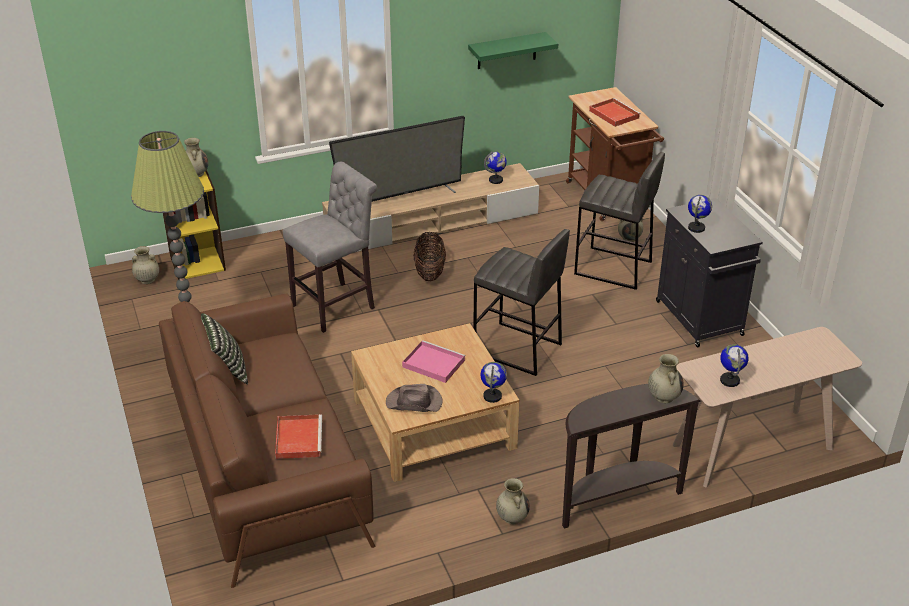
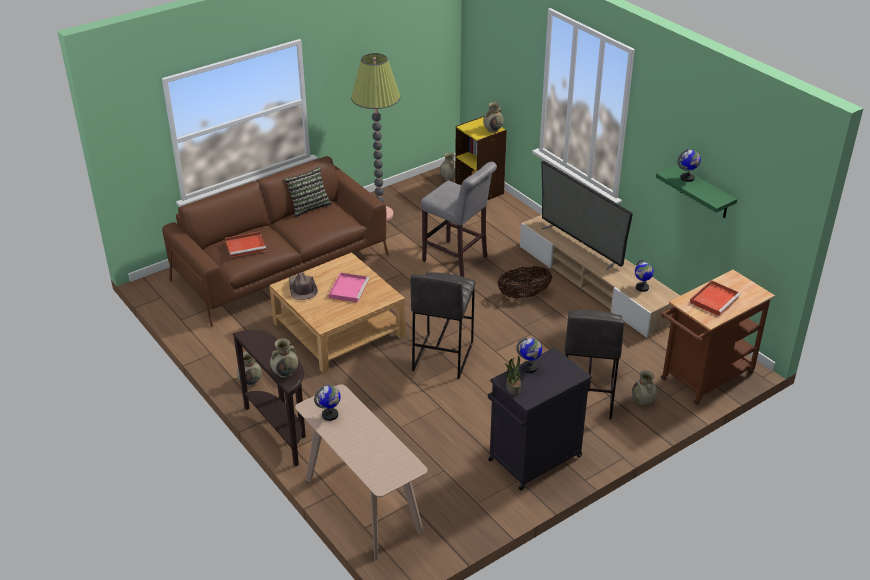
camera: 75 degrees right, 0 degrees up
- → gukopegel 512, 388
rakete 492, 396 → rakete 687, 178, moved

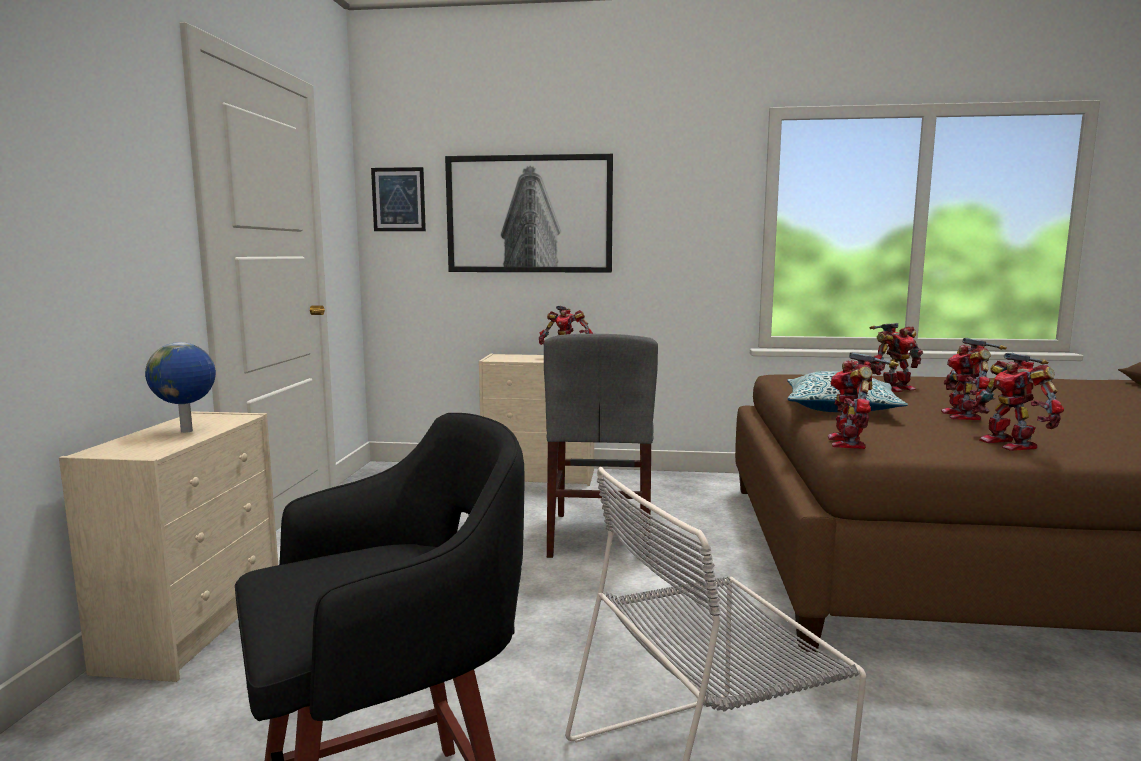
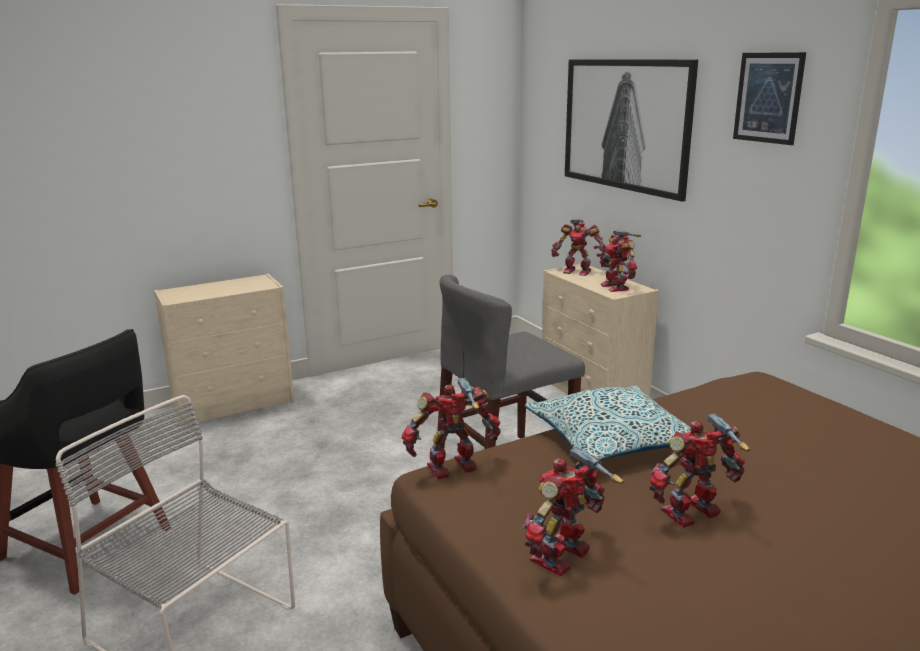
camera: 55 degrees right, 10 degrees up
rakete 187, 431 → -
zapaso 398, 199 → zapaso 768, 98, moved
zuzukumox 894, 388 → zuzukumox 577, 271, moved

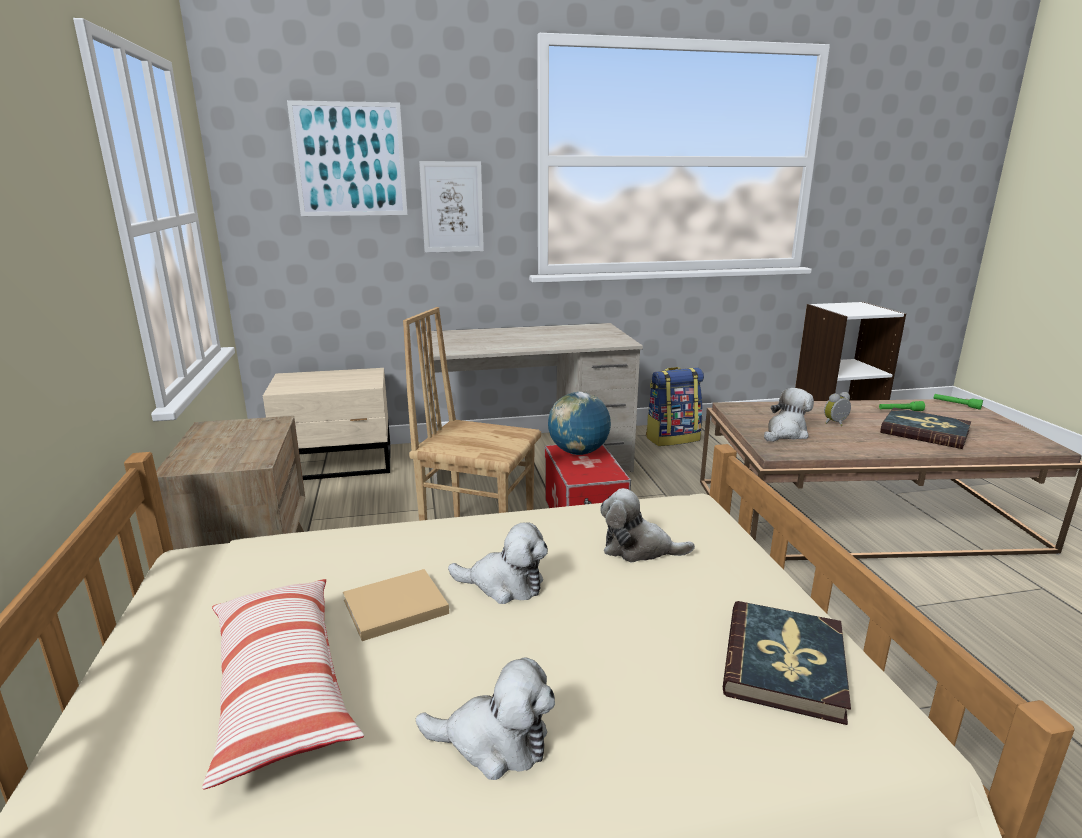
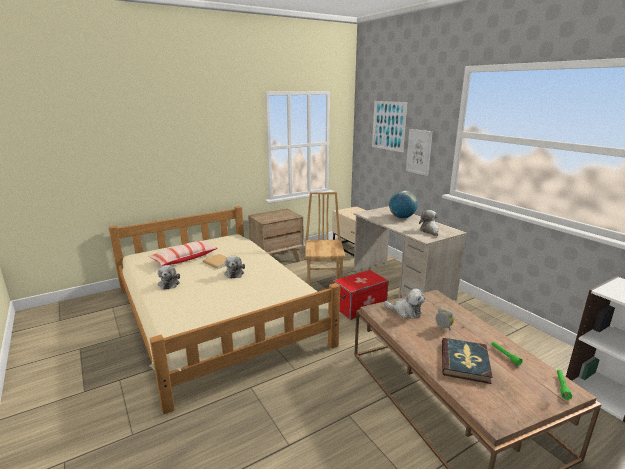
camera: 70 degrees right, 0 degrees up
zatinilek 672, 438 → -
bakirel 785, 664 → -
rakete 578, 452 → rakete 402, 217, moved
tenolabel 638, 549 → tenolabel 429, 231, moved

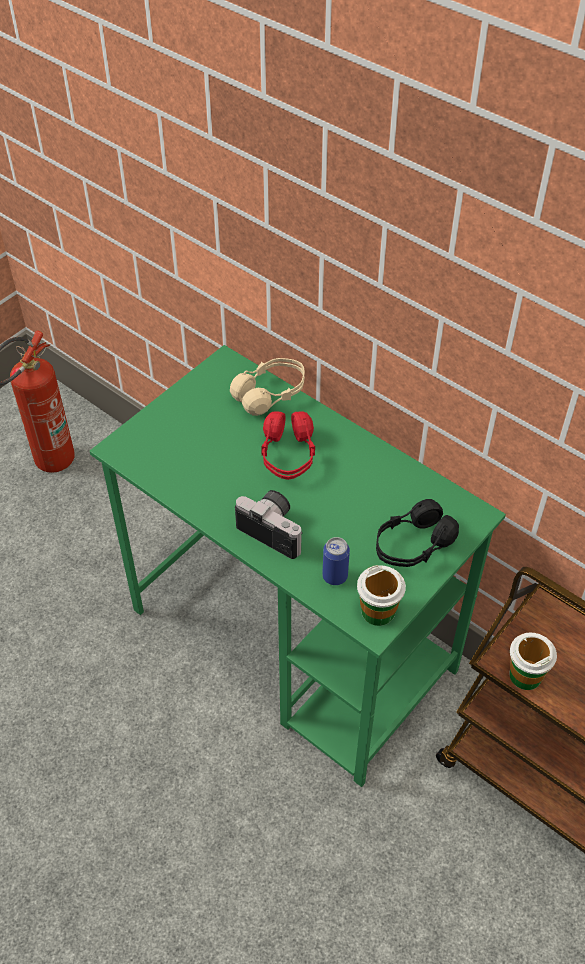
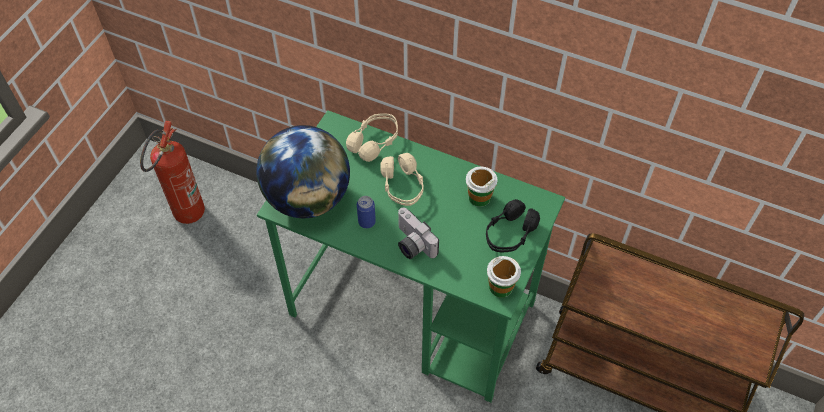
camera: 15 degrees left, 5 degrees up
- → rakete 308, 198
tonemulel 335, 576 → tonemulel 367, 222, moved
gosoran 525, 675 → gosoran 479, 197, moved
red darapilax 288, 455 → beige darapilax 402, 186
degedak 275, 529 → degedak 411, 244, 150 degrees counterclockwise

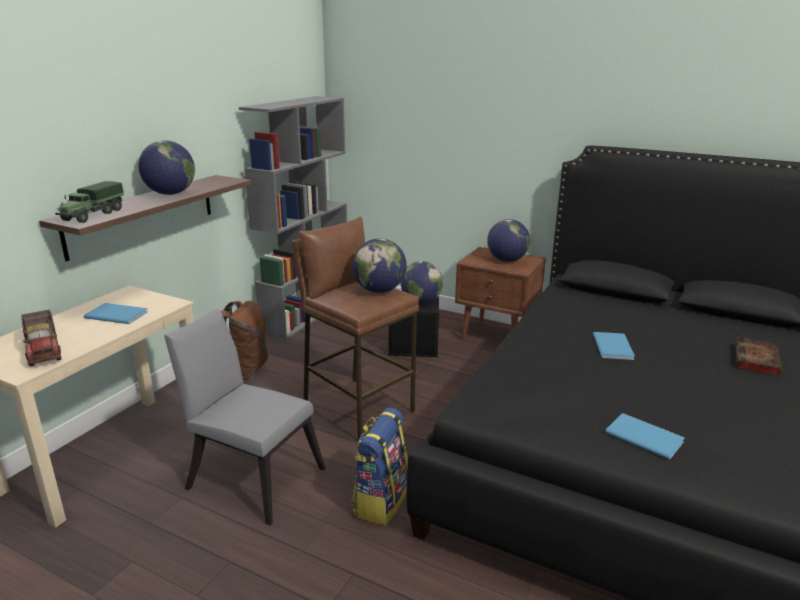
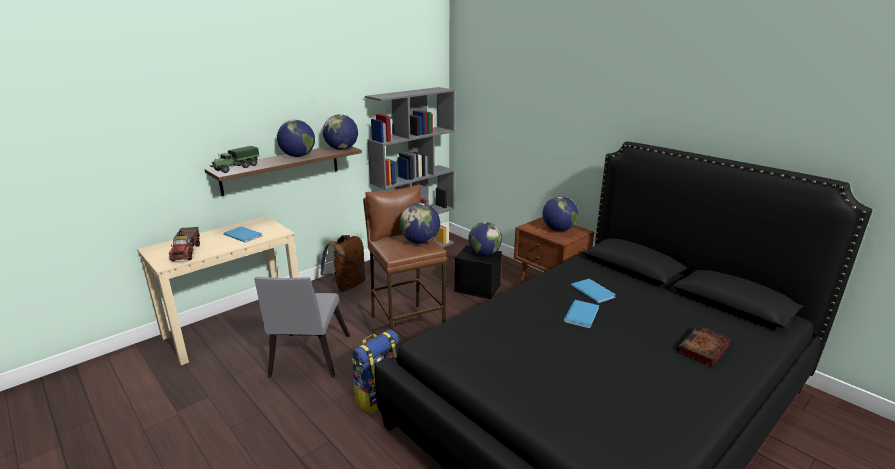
camera: 20 degrees right, 0 degrees up
- → rakete 342, 149
blue bakirel 643, 436 → blue bakirel 593, 291, moved
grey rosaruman 251, 475 → grey rosaruman 308, 359, 135 degrees counterclockwise

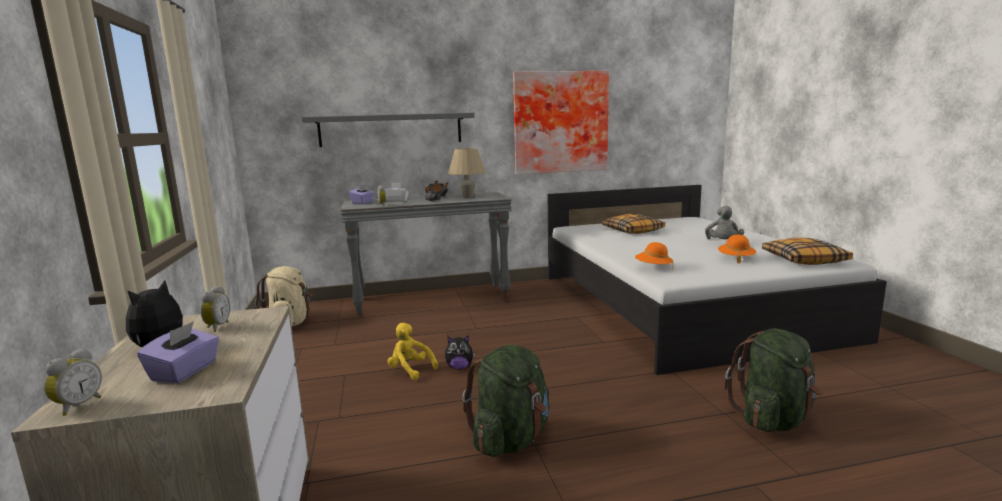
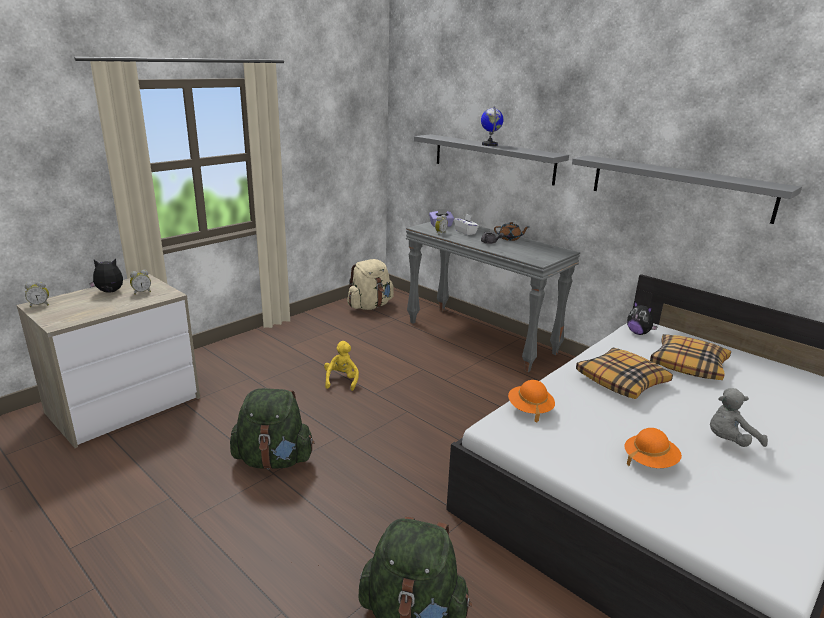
camera: 55 degrees right, 10 degrees up
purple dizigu 185, 371 → -
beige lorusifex 468, 196 → -
- → rakete 489, 145
tenolabel 459, 367 → tenolabel 638, 333, moved
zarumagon 804, 260 → zarumagon 622, 381, moved
zapaso 560, 122 → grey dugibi 679, 187

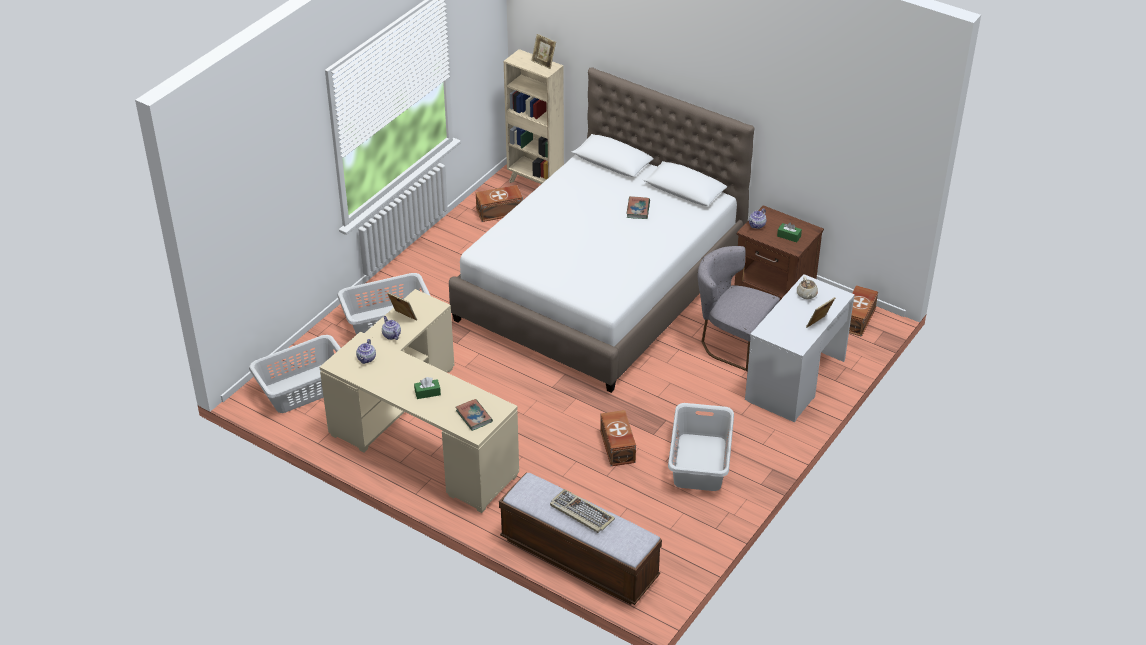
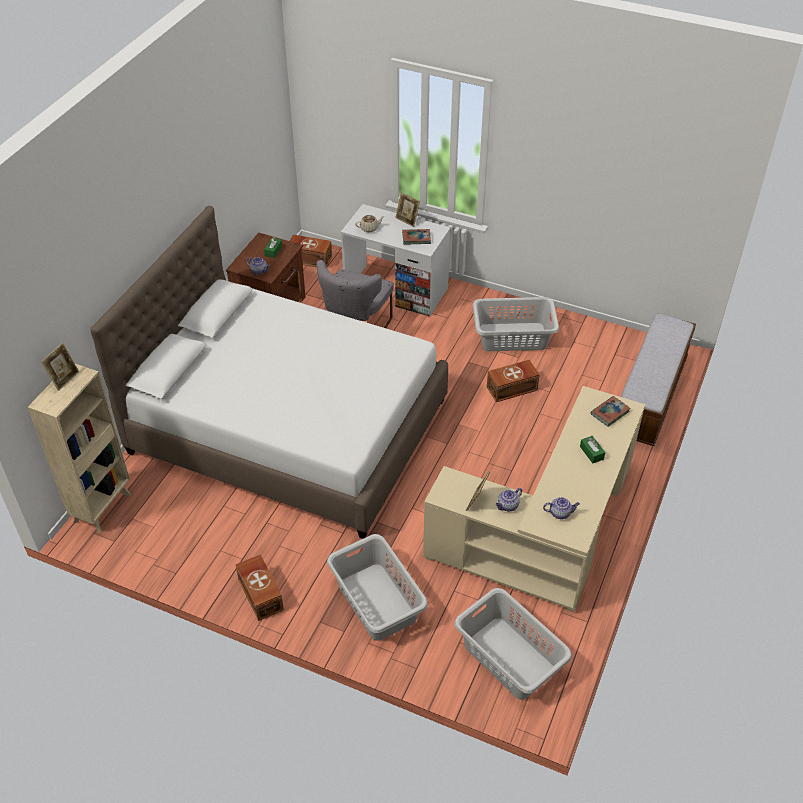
camera: 100 degrees left, 5 degrees up
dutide 580, 513 → -
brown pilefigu 500, 212 → brown pilefigu 261, 593, moved
bakirel 638, 209 → bakirel 416, 238, moved

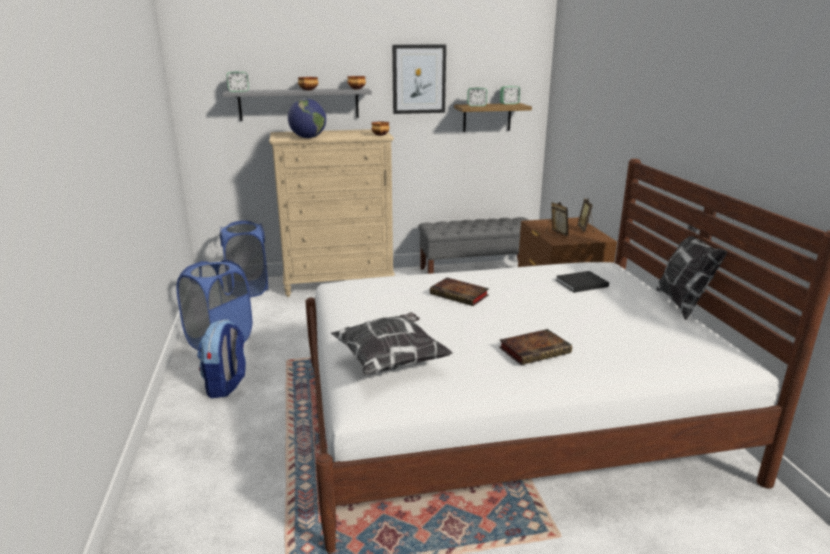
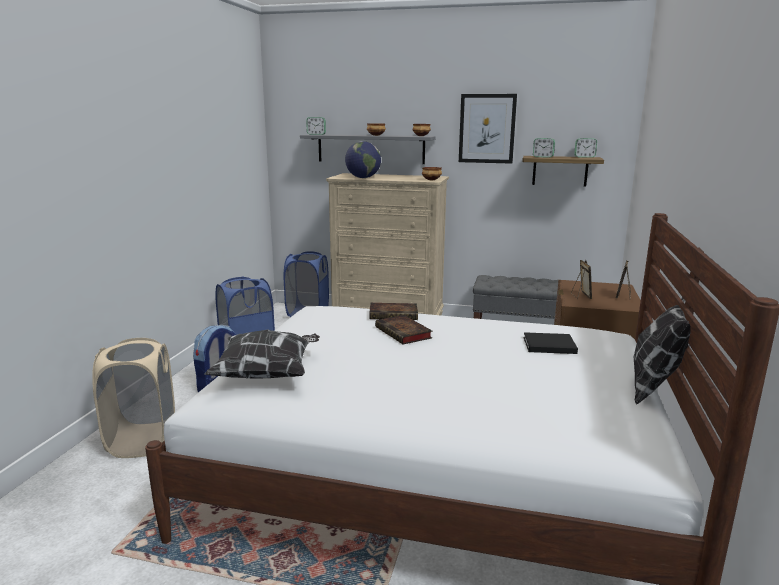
camera: 25 degrees right, 5 degrees down
- → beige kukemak 143, 440
bakirel 535, 350 → bakirel 394, 315, moved

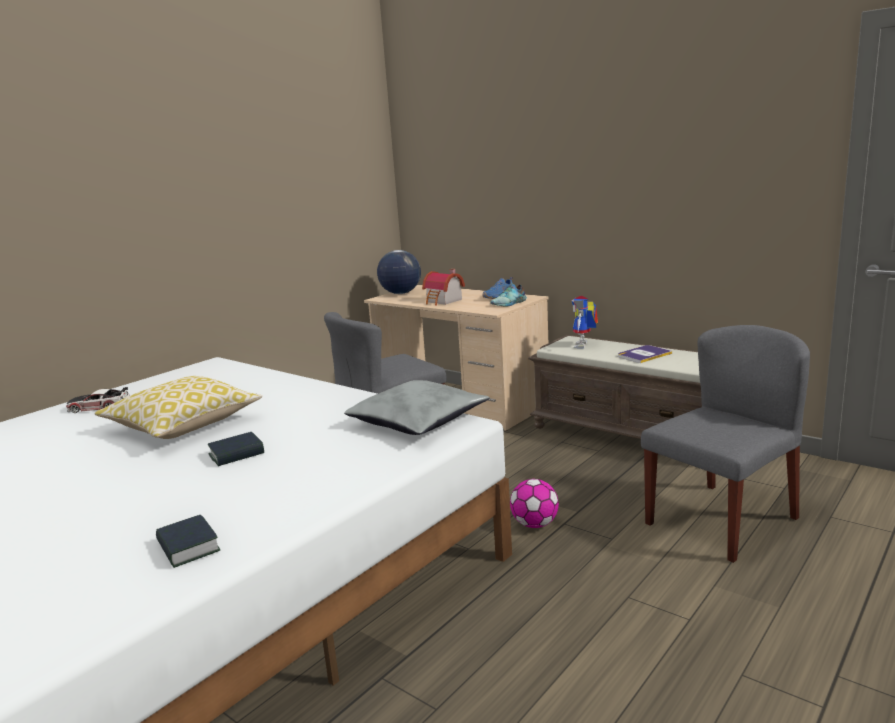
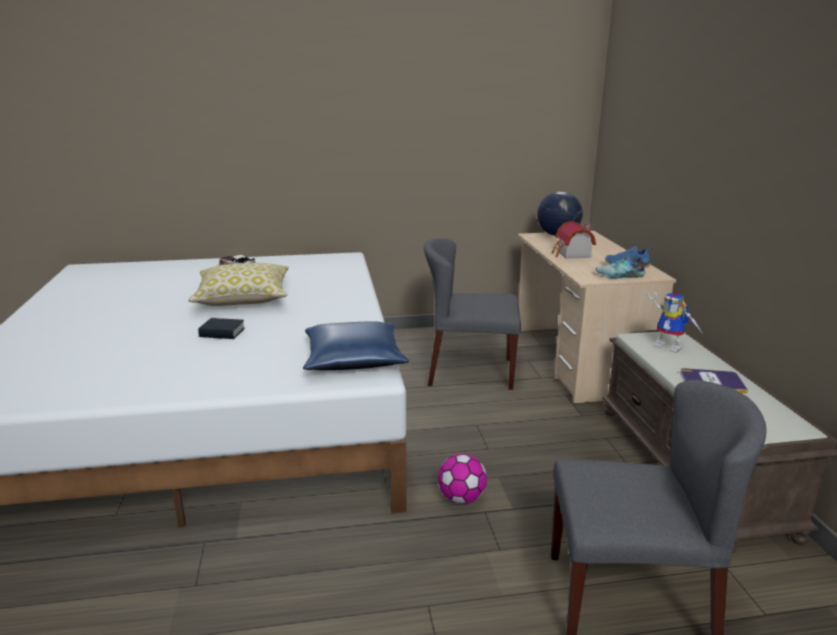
camera: 40 degrees right, 5 degrees up
bakirel 188, 547 → -
grey zarumagon 418, 421 → blue zarumagon 354, 358
zuzukumox 584, 346 → zuzukumox 671, 347, 105 degrees counterclockwise

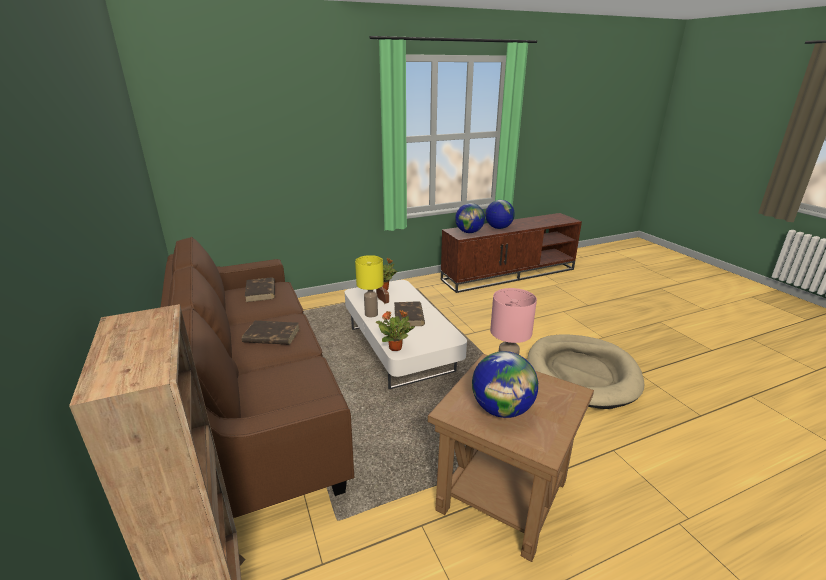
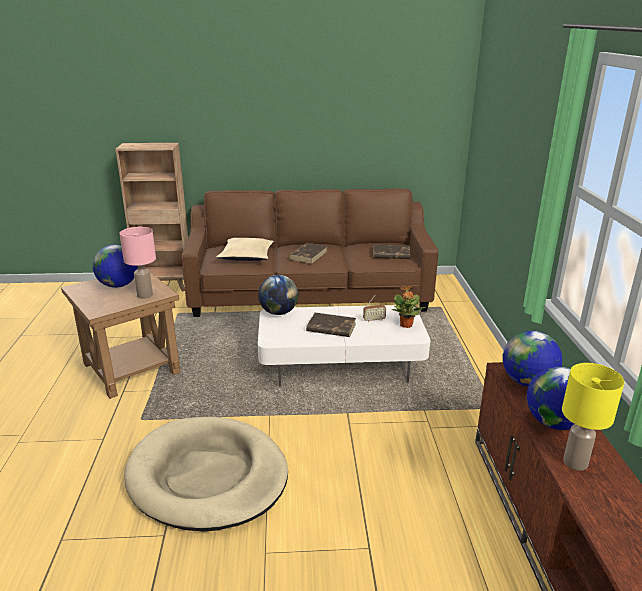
camera: 110 degrees right, 0 degrees up
- → beige zarumagon 247, 256
yellow lorusifex 371, 314 → yellow lorusifex 575, 463, moved
gukopegel 396, 348 → rakete 278, 312

